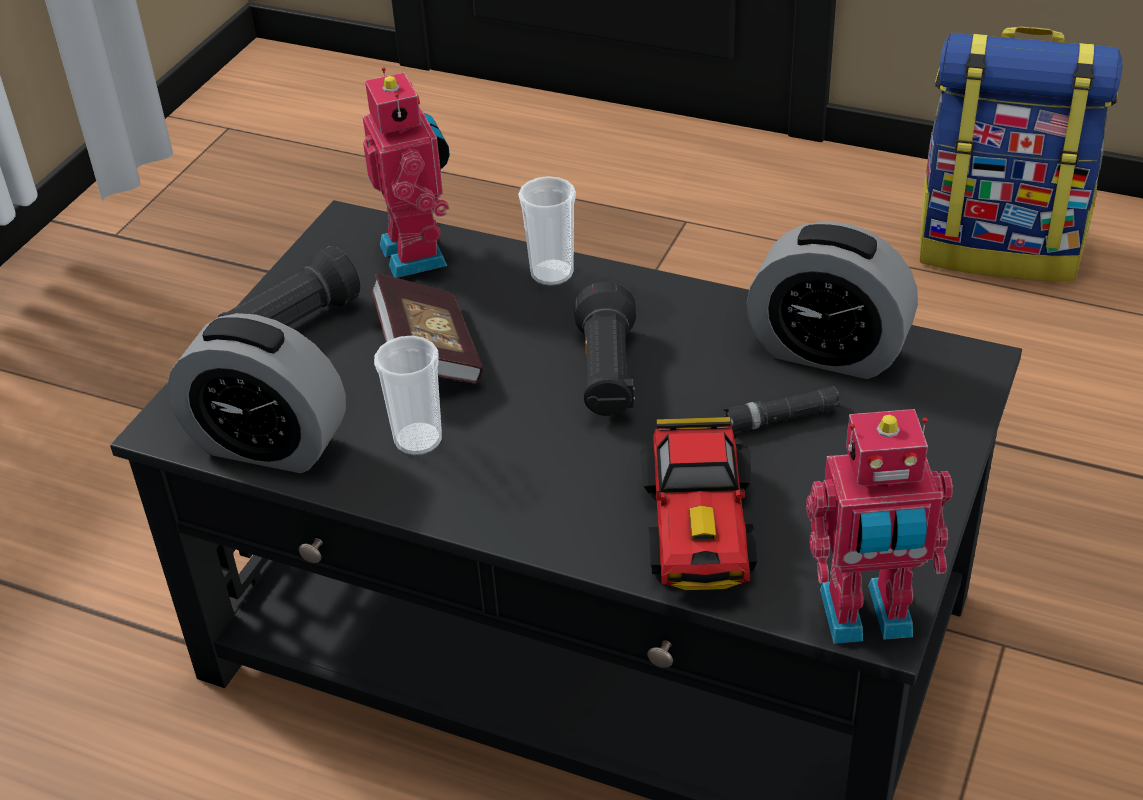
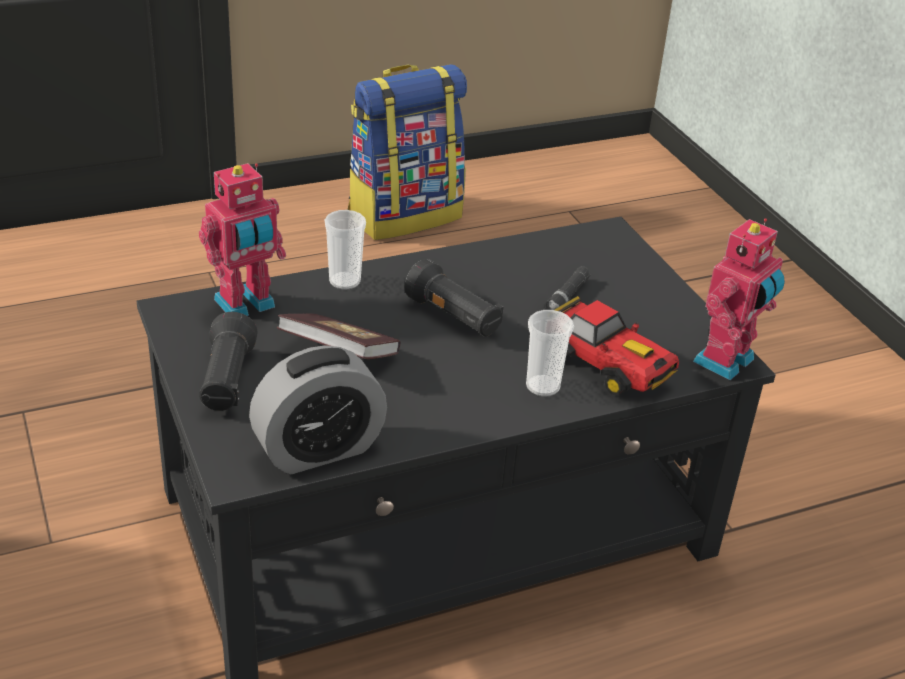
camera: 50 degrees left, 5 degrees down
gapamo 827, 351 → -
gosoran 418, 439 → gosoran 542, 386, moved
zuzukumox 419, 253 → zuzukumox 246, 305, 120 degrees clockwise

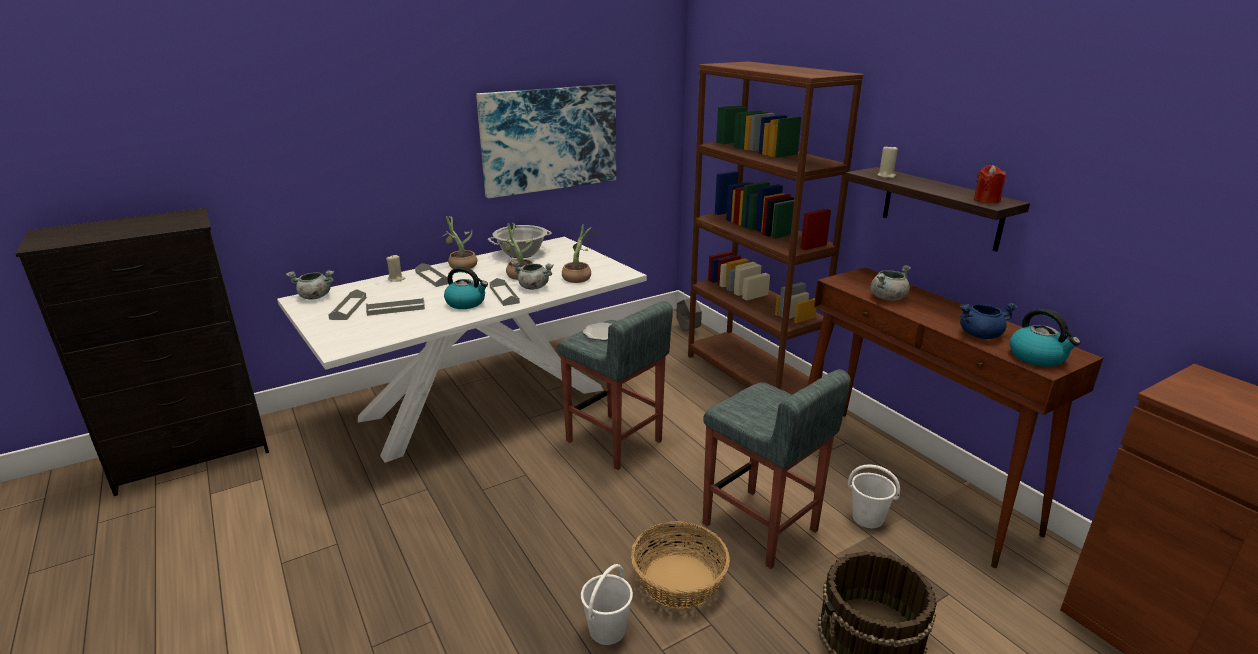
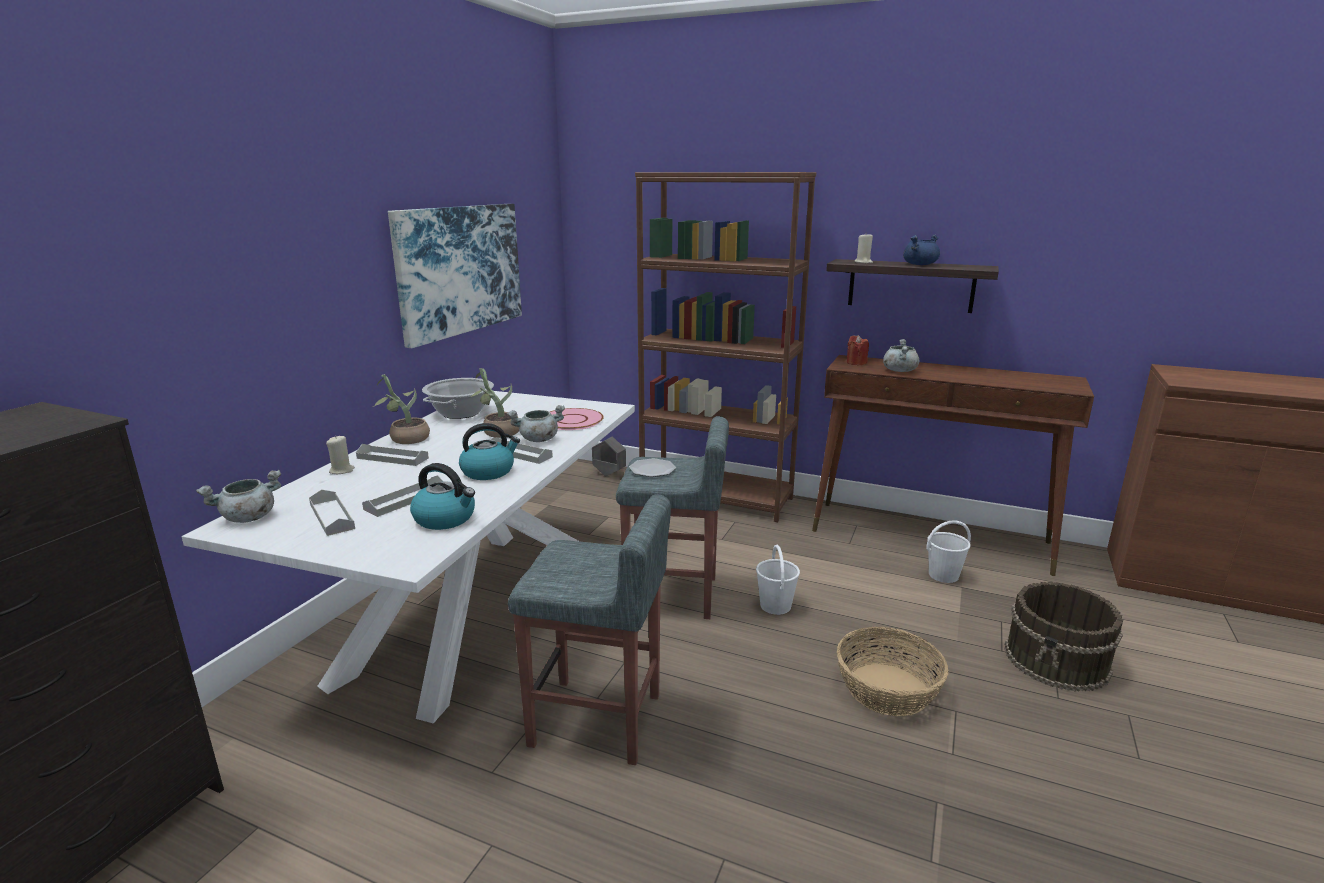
camera: 35 degrees left, 5 degrees down
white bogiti 607, 630 → white bogiti 775, 606, moved
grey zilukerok 761, 528 → grey zilukerok 598, 721, moved
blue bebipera 980, 335 → blue bebipera 919, 264, moved
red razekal 986, 200 → red razekal 856, 363, moved
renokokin 1038, 357 → renokokin 446, 519, moved
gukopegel 579, 277 → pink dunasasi 571, 420

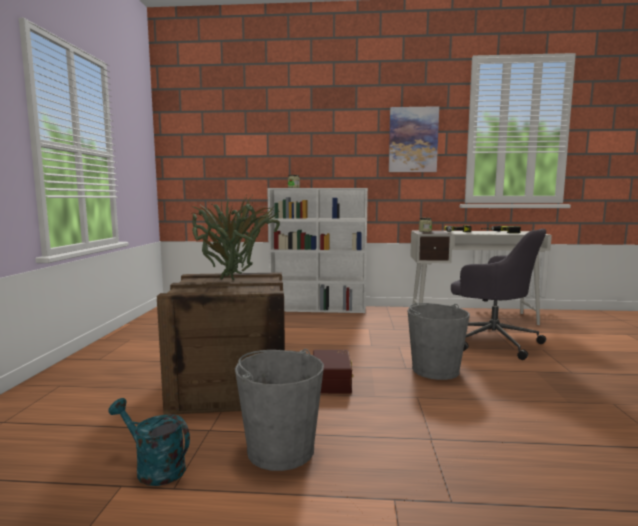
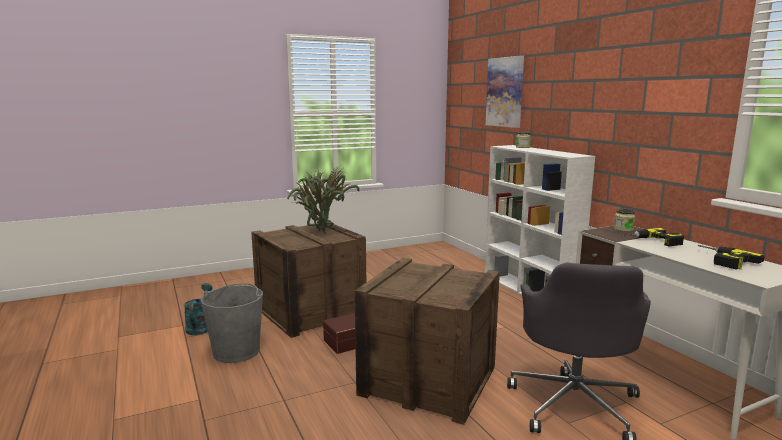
camera: 60 degrees right, 5 degrees up
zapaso 413, 140 → zapaso 505, 92, moved
grey bogiti 435, 370 → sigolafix 429, 380

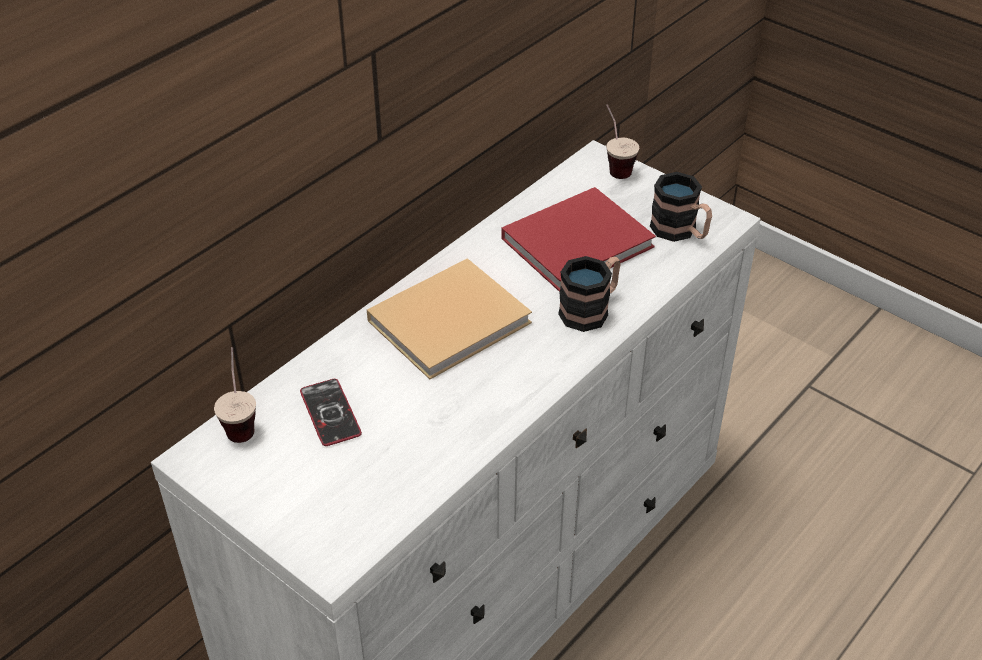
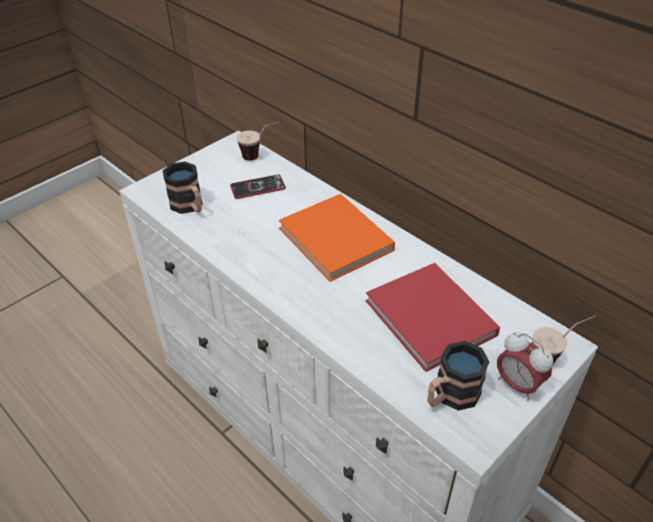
camera: 95 degrees right, 0 degrees up
- → gapamo 517, 385
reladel 591, 309 → reladel 189, 206, moved
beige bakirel 453, 320 → orange bakirel 337, 241

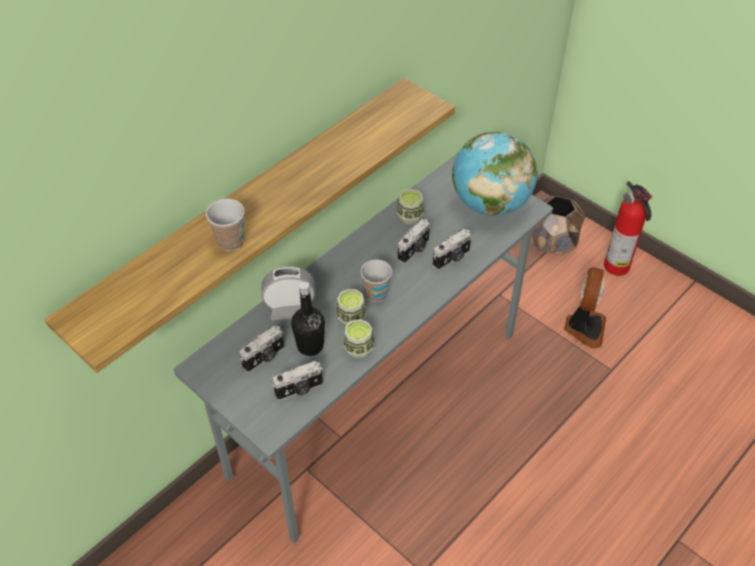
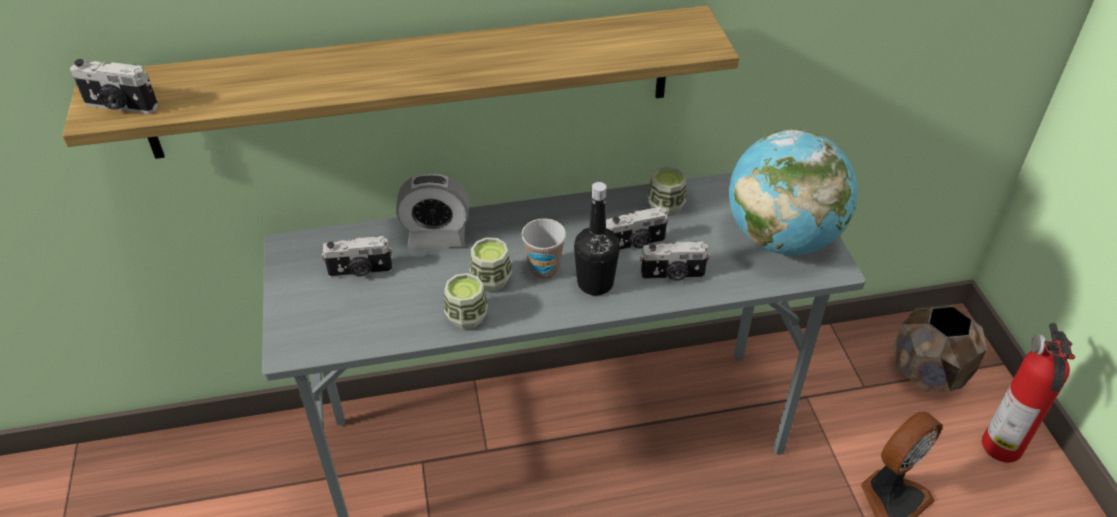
camera: 35 degrees right, 5 degrees down
gosoran 230, 242 → -
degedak 299, 390 → degedak 120, 106, moved
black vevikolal 310, 346 → black vevikolal 595, 283, moved
gapamo 290, 309 → gapamo 436, 237, 150 degrees clockwise

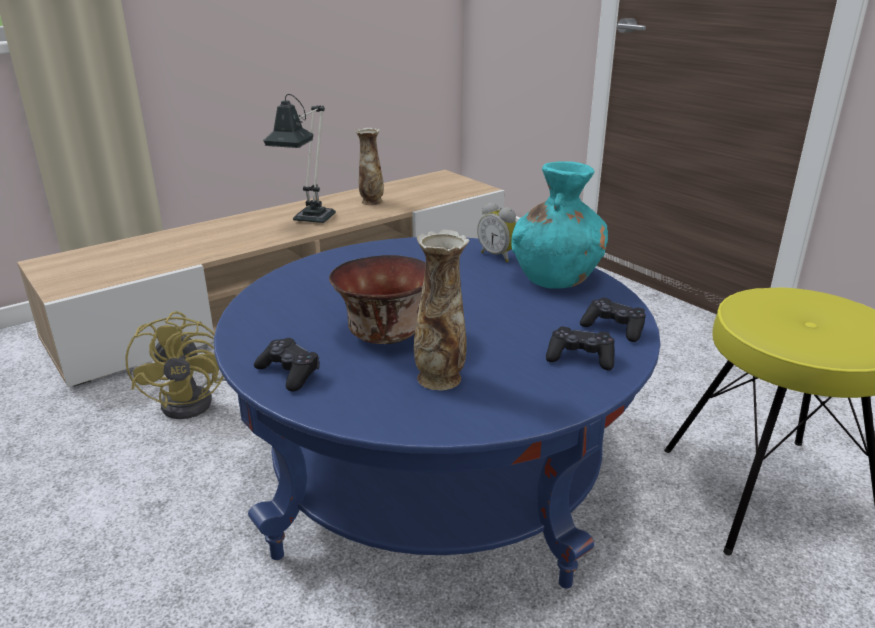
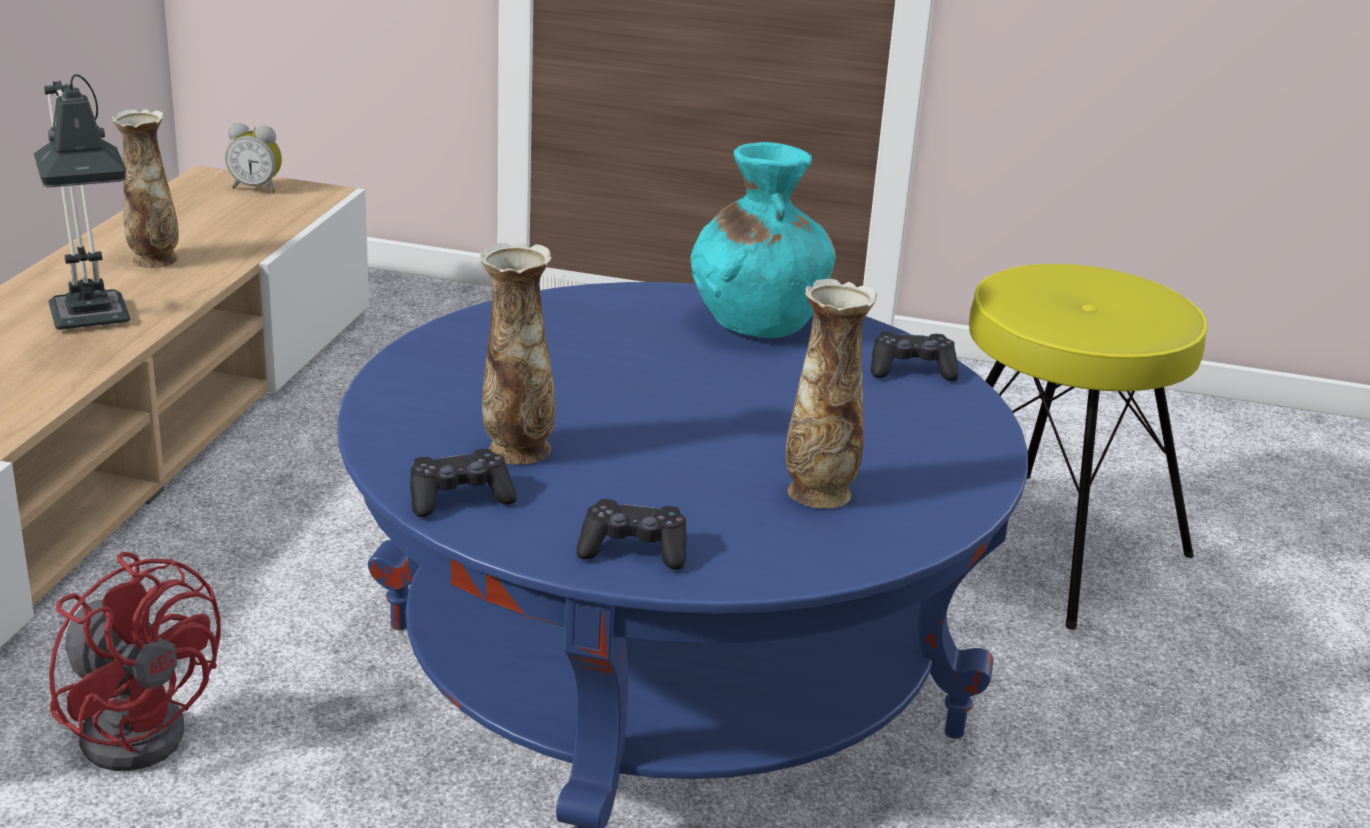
camera: 40 degrees left, 0 degrees up
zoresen 384, 335 → -
- → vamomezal 517, 450
gapamo 498, 256 → gapamo 256, 188, moved
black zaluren 580, 358 → black zaluren 459, 498, moved
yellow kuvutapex 197, 400 → red kuvutapex 139, 726

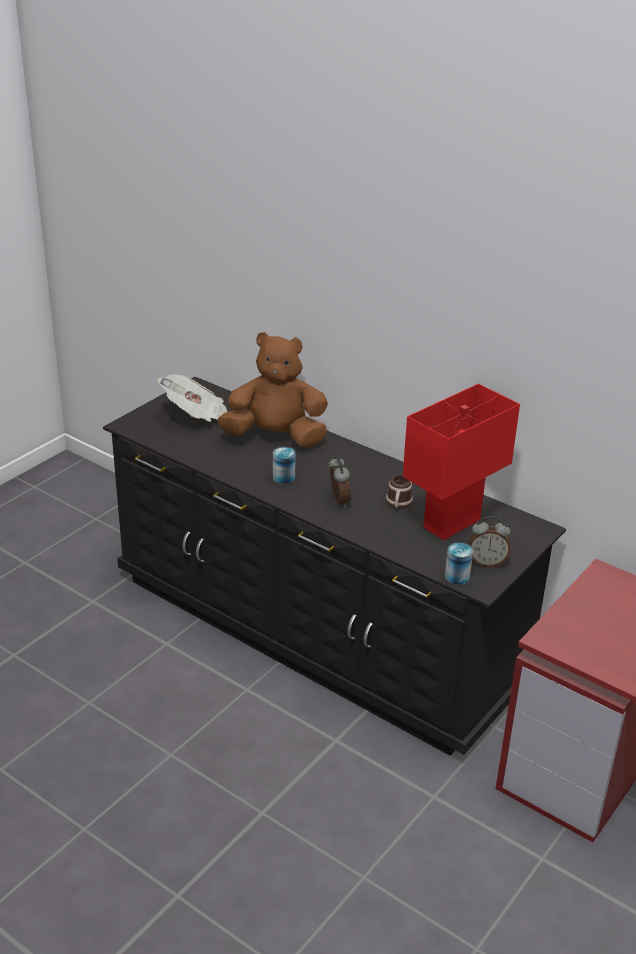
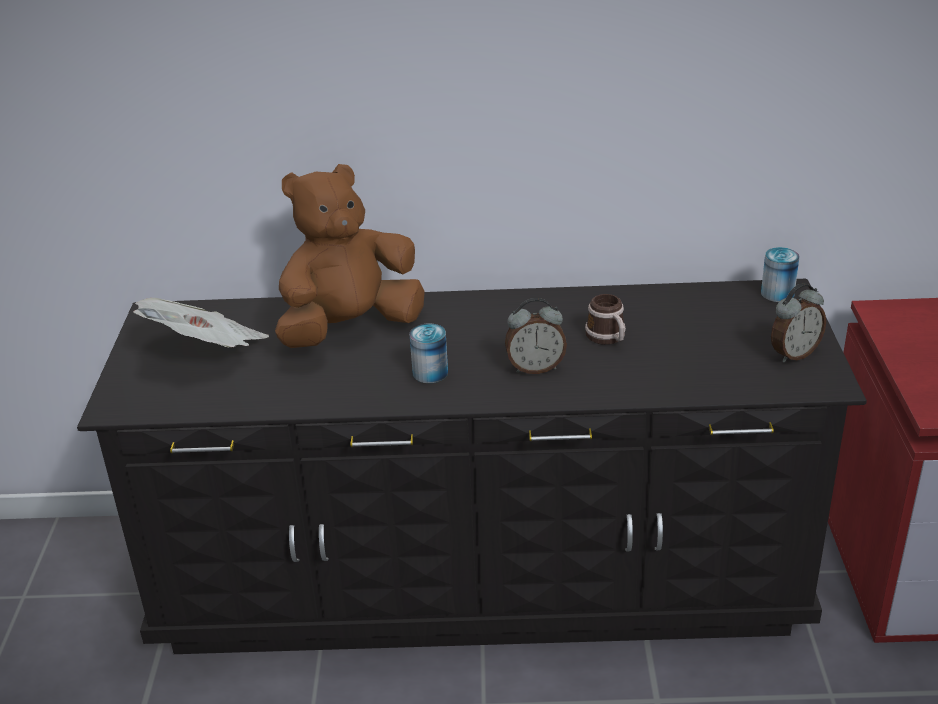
camera: 35 degrees left, 0 degrees up
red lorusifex 451, 524 → -
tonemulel 457, 577 → tonemulel 777, 293, moved
gapamo 338, 501 → gapamo 535, 368, 135 degrees clockwise

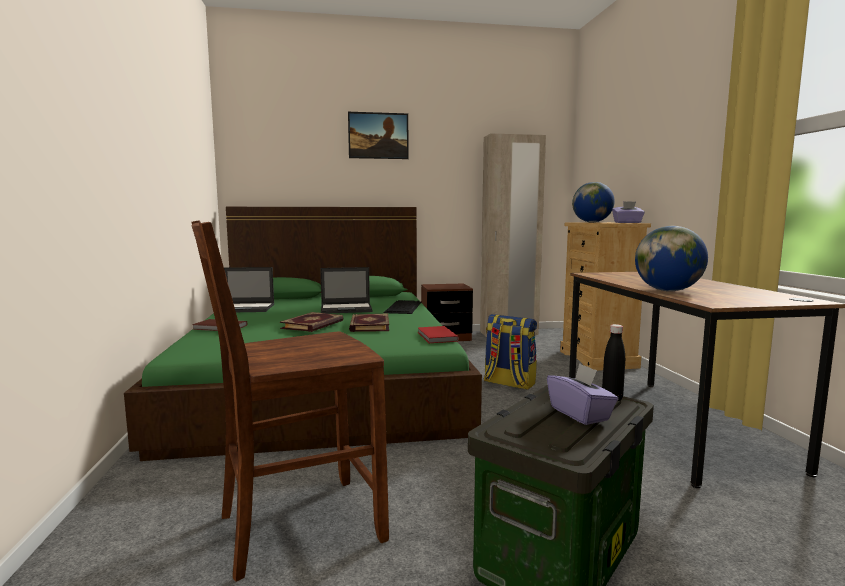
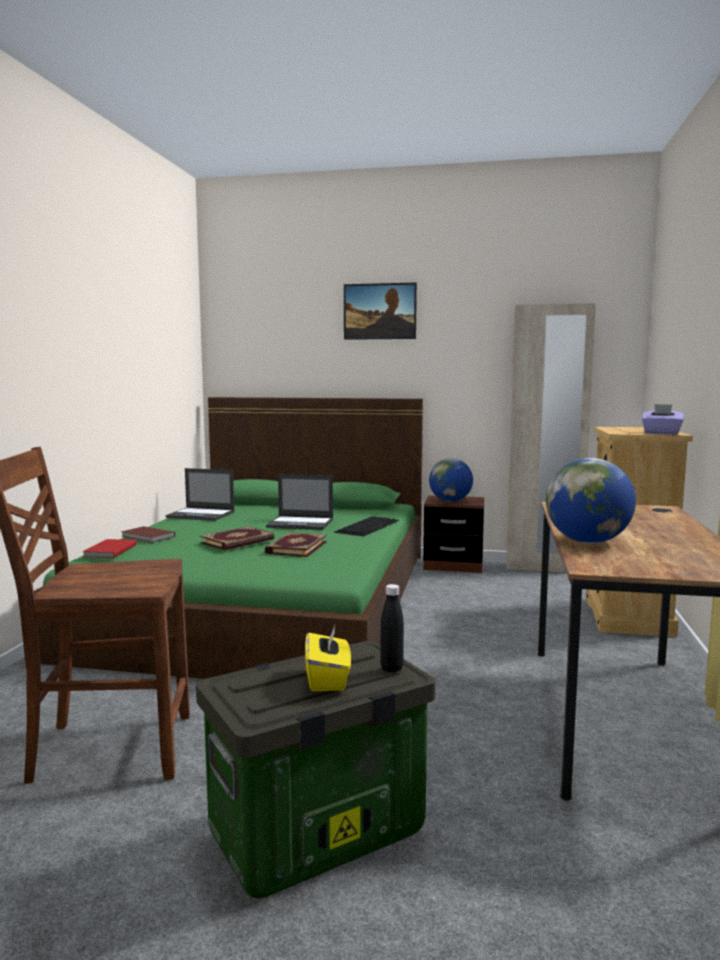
camera: 20 degrees right, 0 degrees up
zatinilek 508, 383 → -
red bakirel 436, 337 → red bakirel 109, 551, moved
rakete 592, 222 → rakete 450, 501, moved
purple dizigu 580, 414 → yellow dizigu 328, 679

